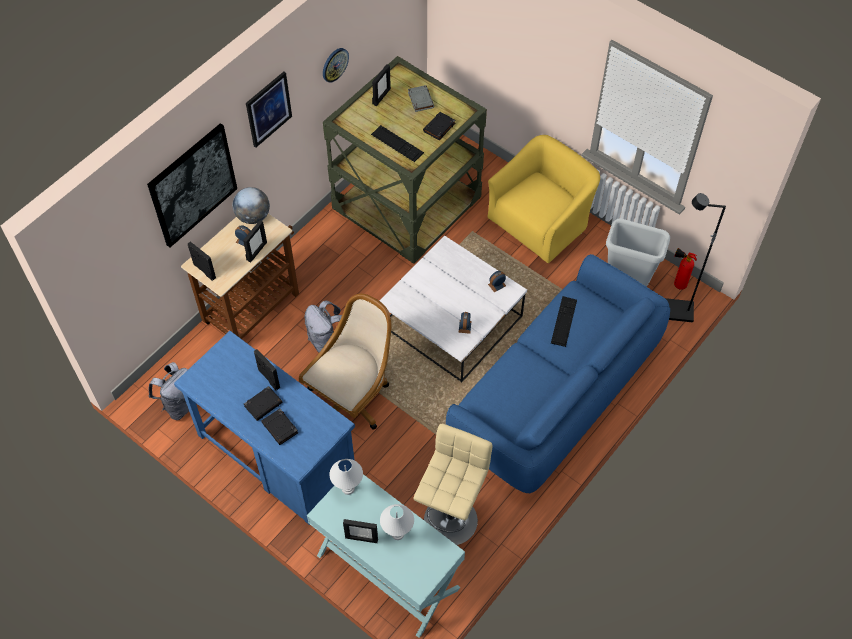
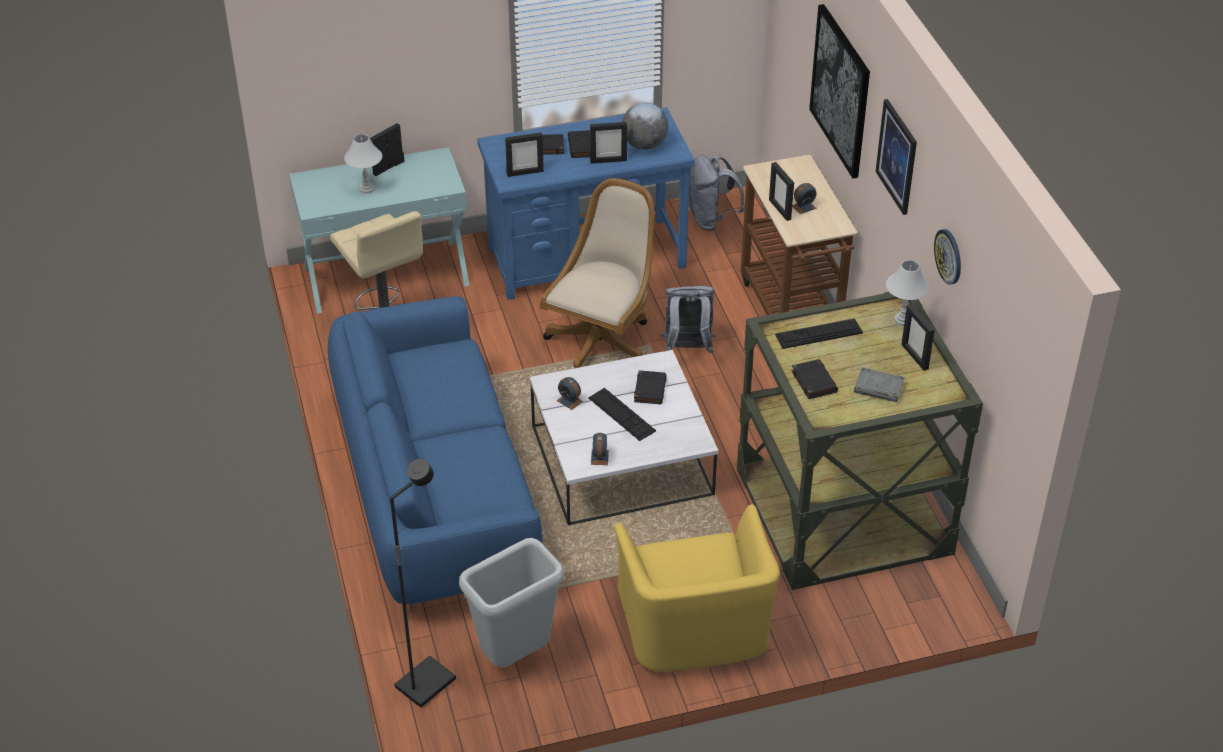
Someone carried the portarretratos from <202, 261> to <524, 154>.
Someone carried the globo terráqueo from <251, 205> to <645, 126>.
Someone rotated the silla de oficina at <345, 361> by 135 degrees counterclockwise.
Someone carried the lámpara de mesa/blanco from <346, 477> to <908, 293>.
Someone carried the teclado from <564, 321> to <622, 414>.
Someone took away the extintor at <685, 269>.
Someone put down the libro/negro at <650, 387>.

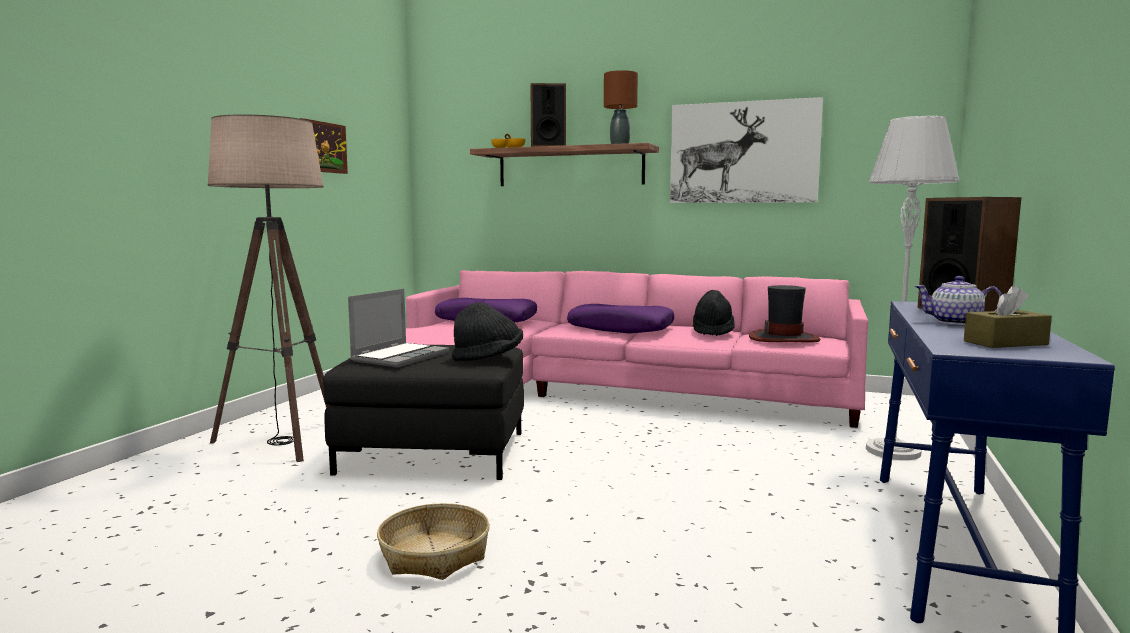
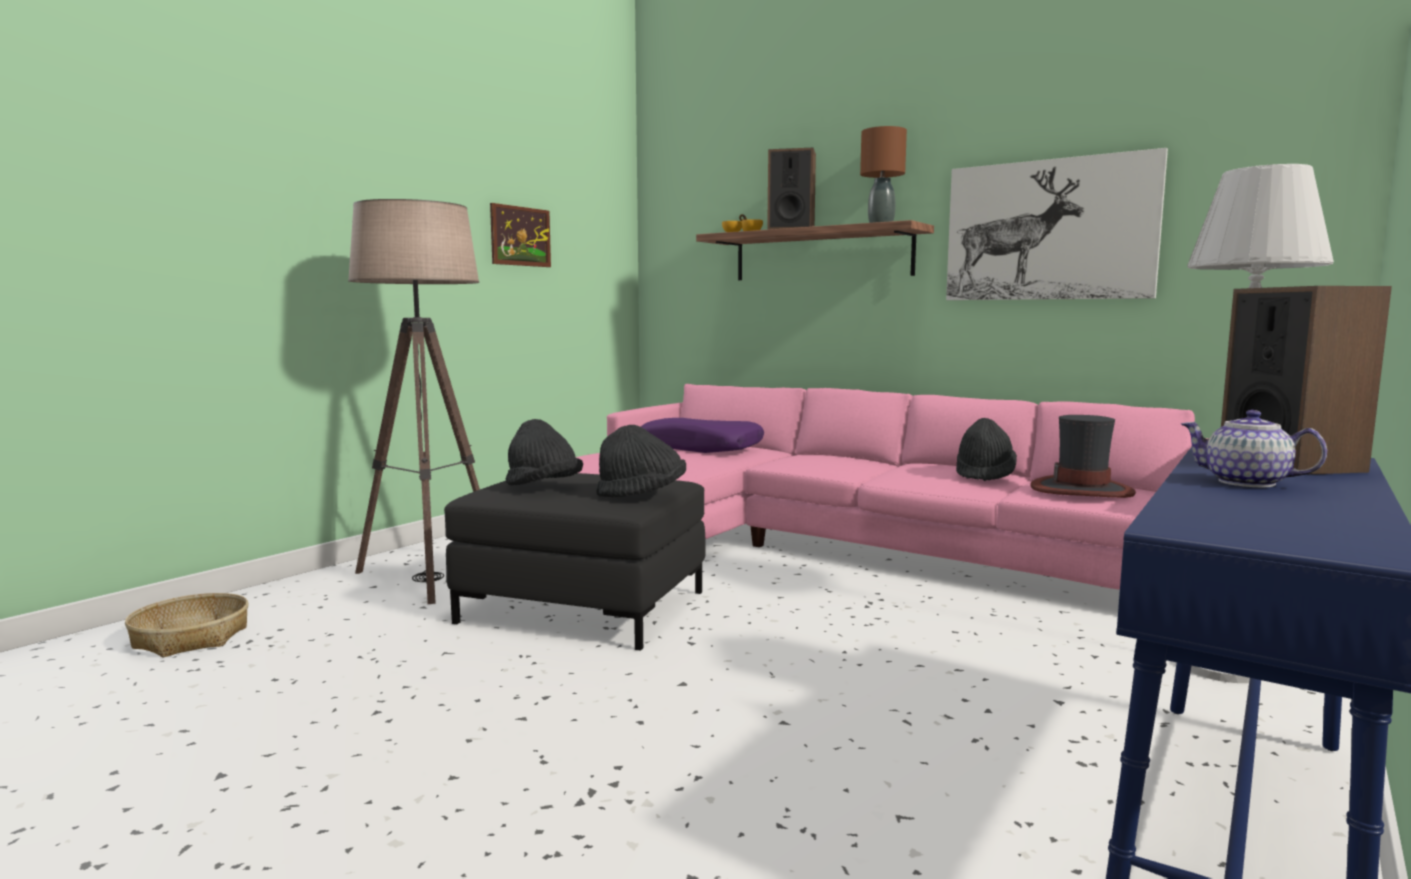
Someone swapped the portátil at <398, 328> for the sombrero/negro at <544, 452>.
Someone carried the cesta from <433, 541> to <186, 625>.
Someone took away the cojín/morado at <620, 319>.
Someone took away the caja de pañuelos/marrón at <1008, 316>.

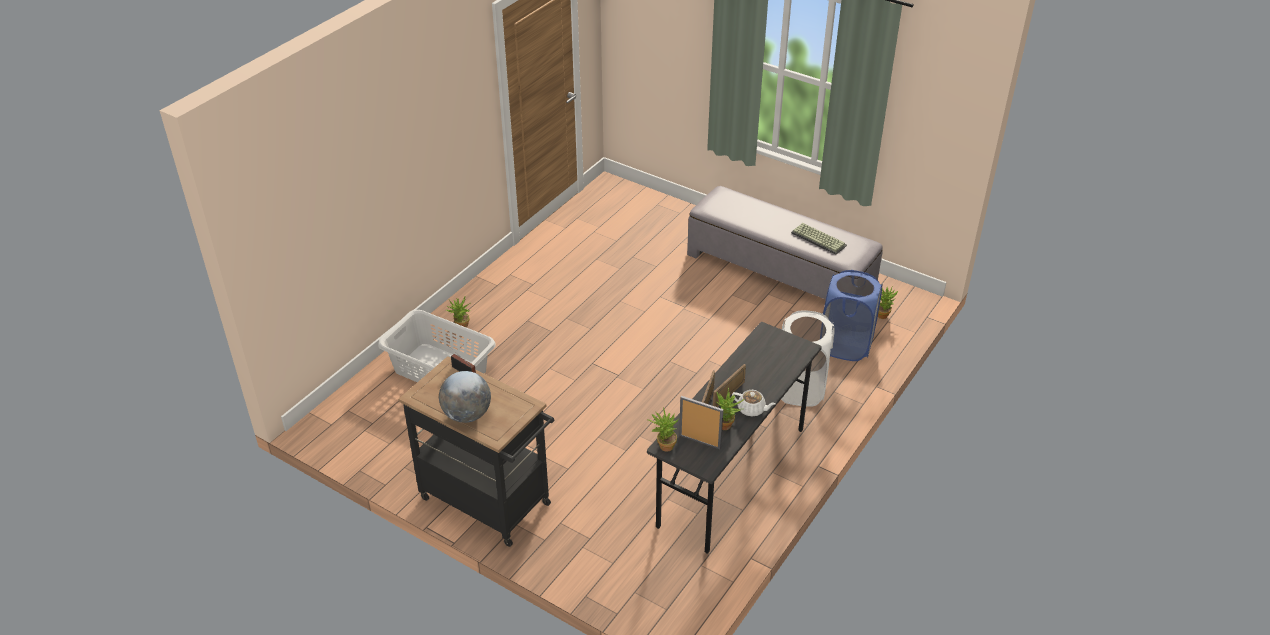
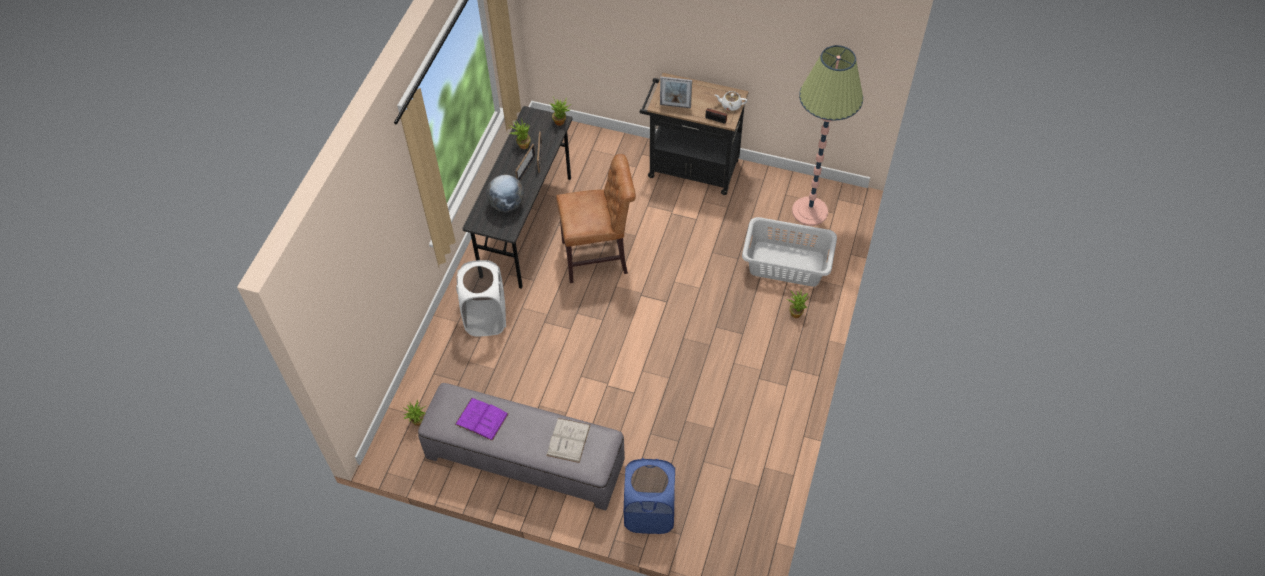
Someone carried the globo terráqueo from <465, 397> to <505, 193>.
Someone carried the portarretratos from <701, 422> to <676, 92>.
Someone carried the tetera/blanco from <754, 403> to <731, 101>.
Someone swapped the teclado at <819, 239> for the libro/morado at <481, 419>.
Someone carried the cesto de la ropa/azul from <852, 315> to <649, 496>.
Someone put down the libro/blanco at <568, 440>.
Someone put down the silla/marrón at <596, 218>.
Someone put down the lámpara de pie at <827, 135>.

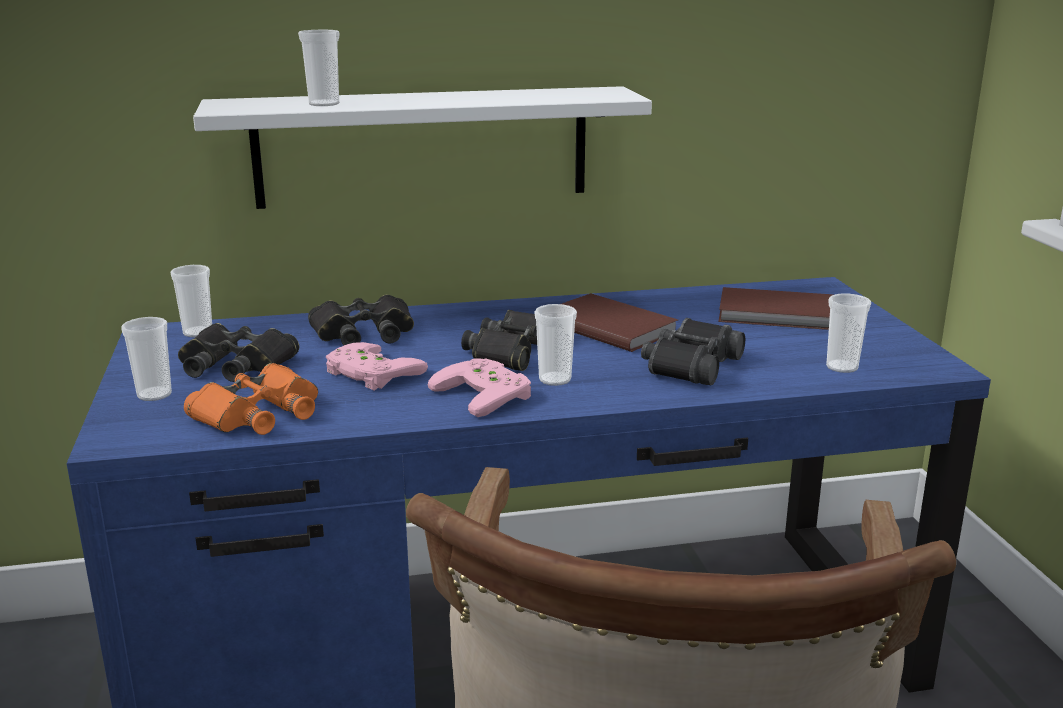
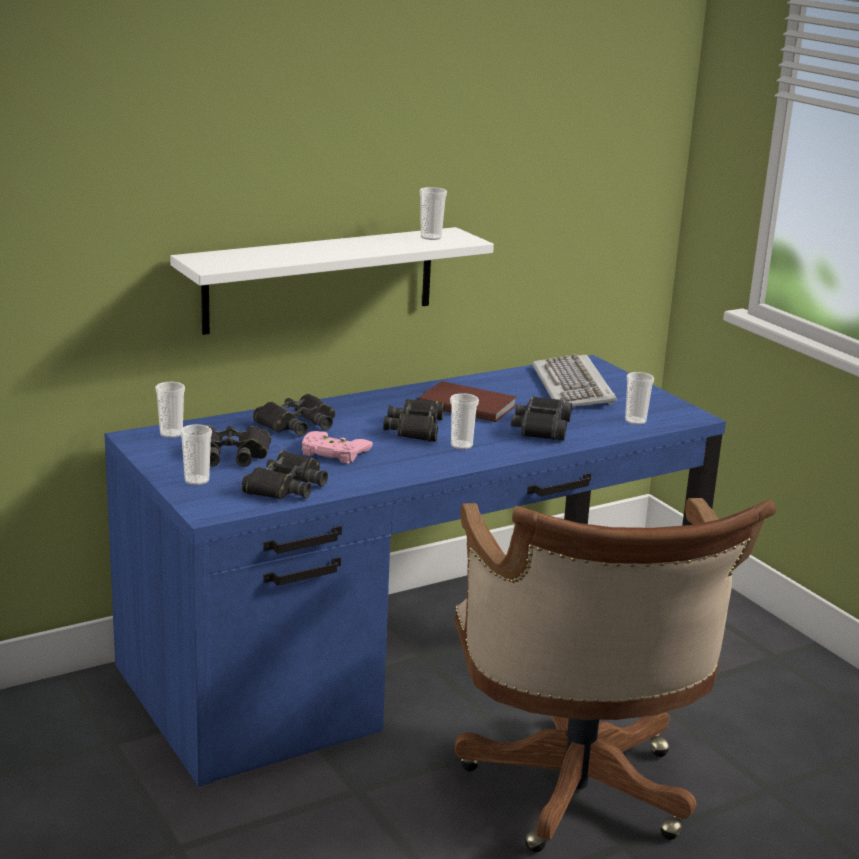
Someone repainted the prismáticos/naranja at <251, 399>, which became the prismáticos/negro at <284, 474>.
Someone carried the taza from <319, 68> to <433, 213>.
Someone took away the mando de consola/rosa at <479, 387>.
Someone swapped the libro/marrón at <776, 308> for the teclado at <574, 380>.

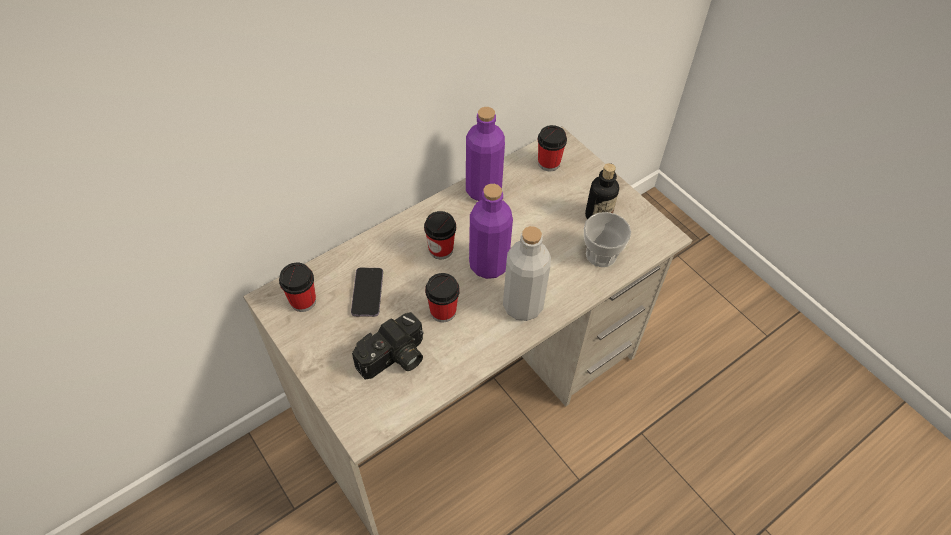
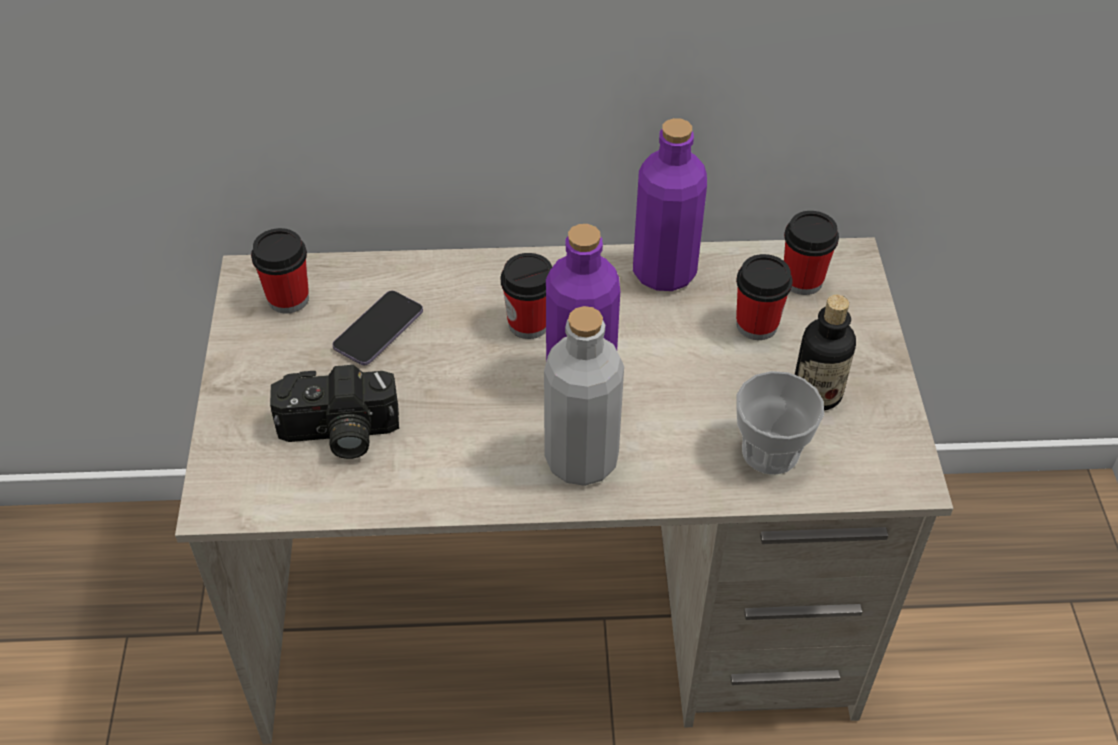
Someone carried the taza from <442, 297> to <764, 297>.

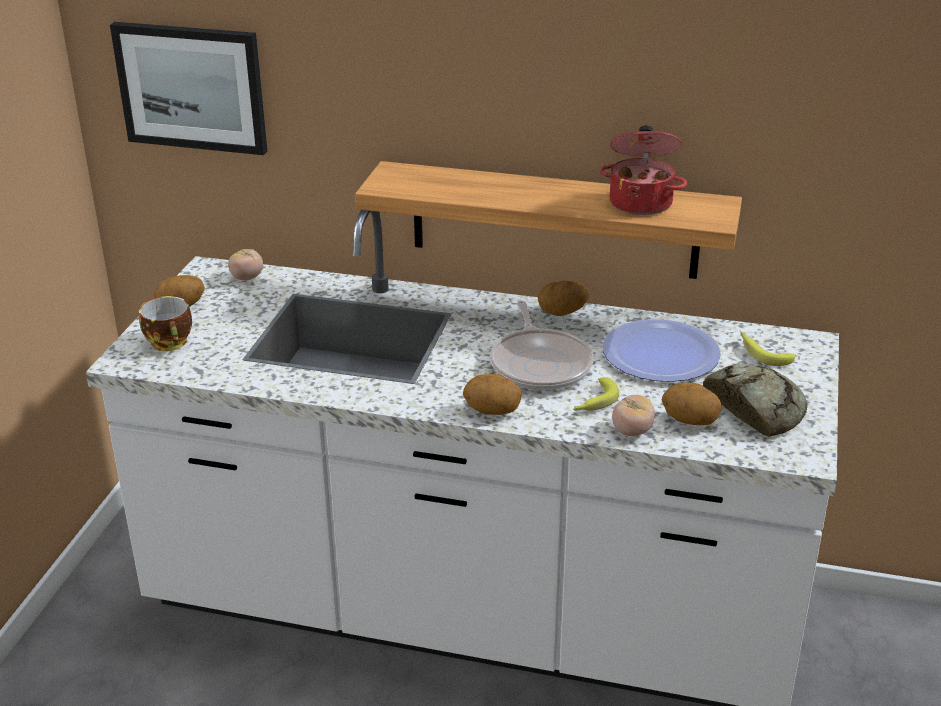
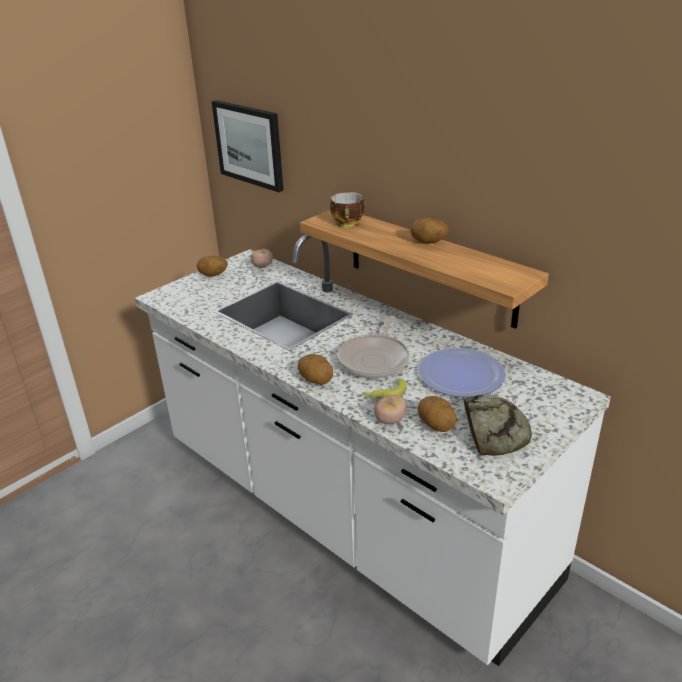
Someone carried the taza from <165, 323> to <347, 209>.
Someone carried the patata from <563, 298> to <429, 231>.
Someone took away the olla at <643, 170>.
Someone took away the plátano at <768, 349>.

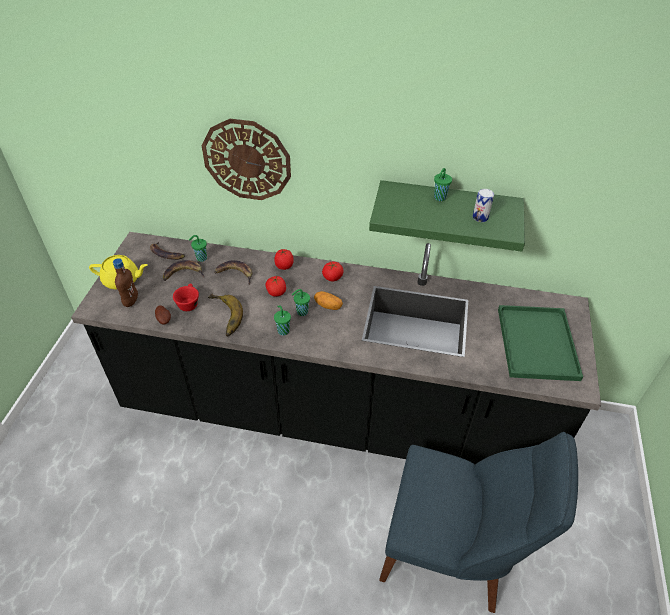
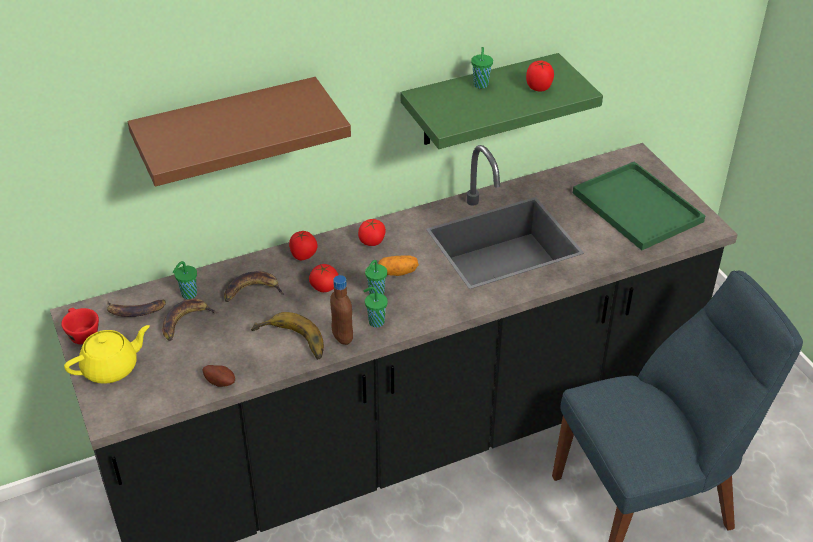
Someone carried the botella/marrón from <125, 282> to <341, 310>.
Someone carried the taza/rojo from <186, 297> to <80, 326>.
Someone swapped the reloj de pared at <246, 159> for the estante/marrón at <239, 131>.
Someone swapped the lata at <483, 205> for the tomate at <540, 76>.

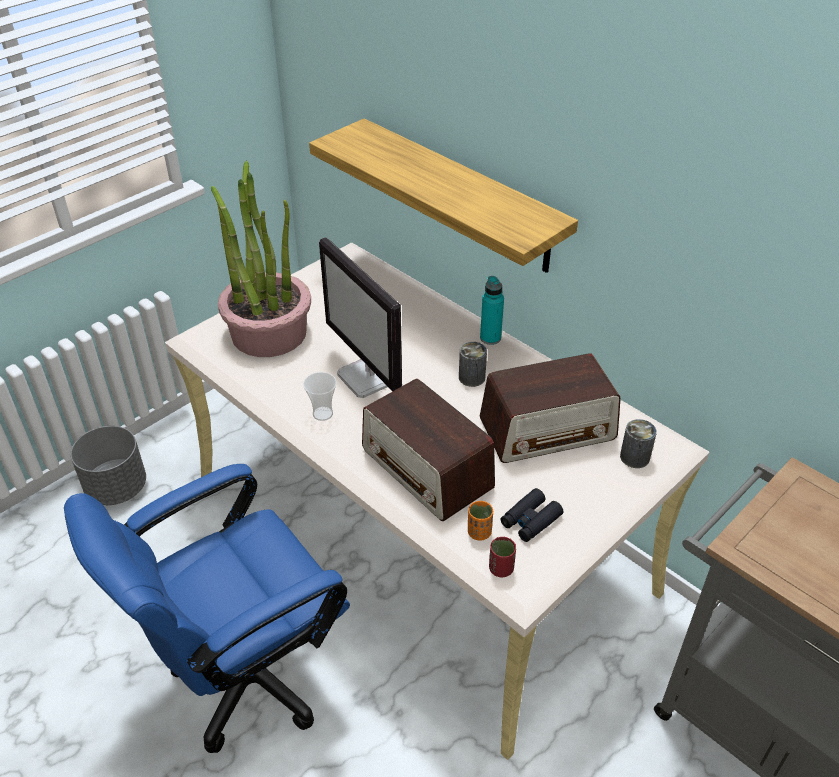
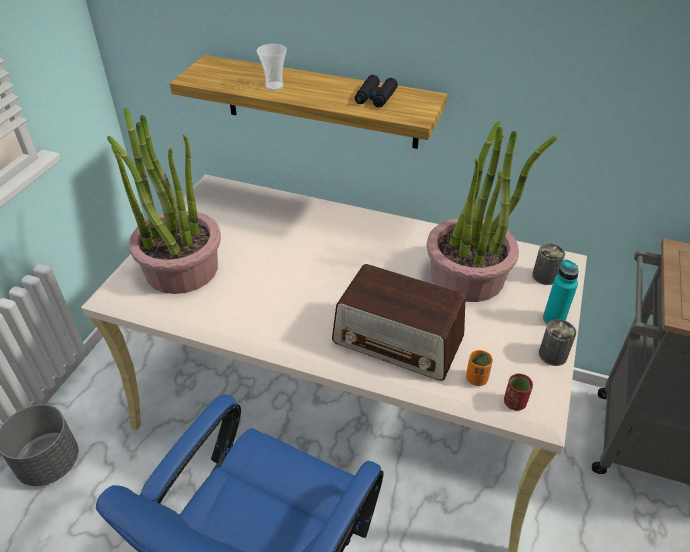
Someone carried the taza from <320, 396> to <271, 67>.
Someone took away the monitor at <360, 317>.
Someone carried the lata from <473, 364> to <557, 342>.
Someone carried the botella/turquesa from <492, 310> to <561, 291>.
Someone swapped the radio at <550, 408> for the planta en maceta at <492, 211>.
Someone carried the prismáticos/negro from <532, 515> to <376, 91>.

